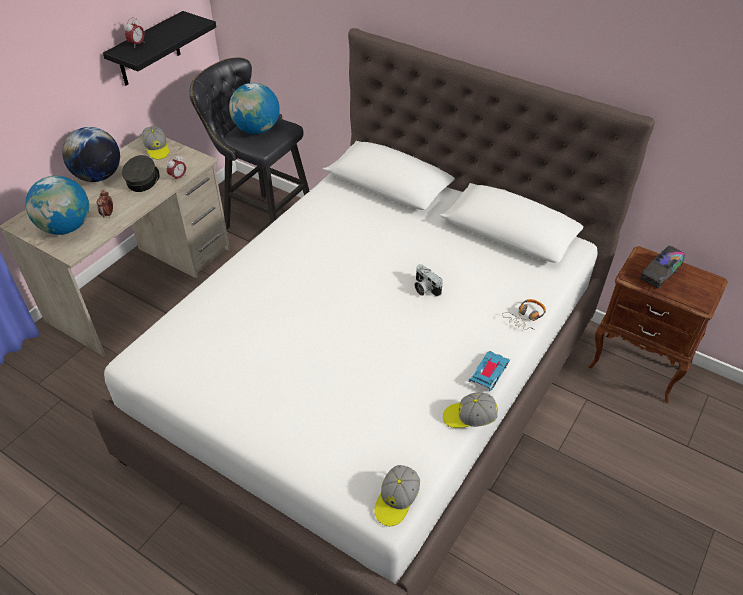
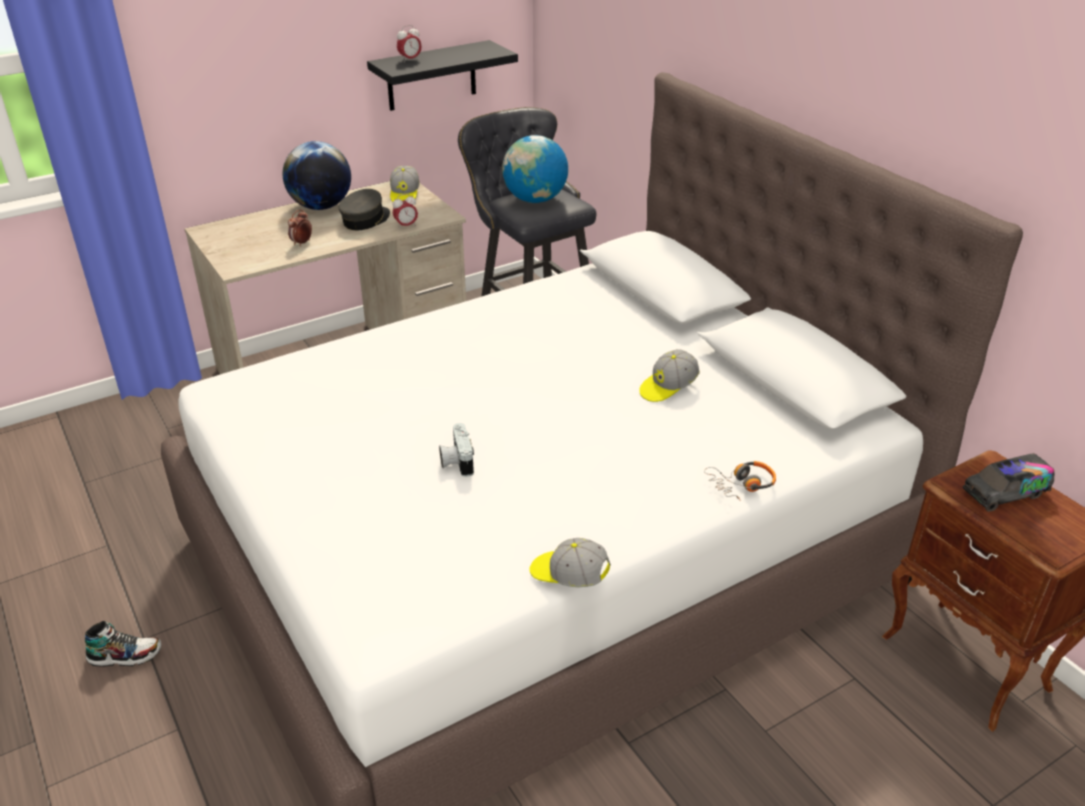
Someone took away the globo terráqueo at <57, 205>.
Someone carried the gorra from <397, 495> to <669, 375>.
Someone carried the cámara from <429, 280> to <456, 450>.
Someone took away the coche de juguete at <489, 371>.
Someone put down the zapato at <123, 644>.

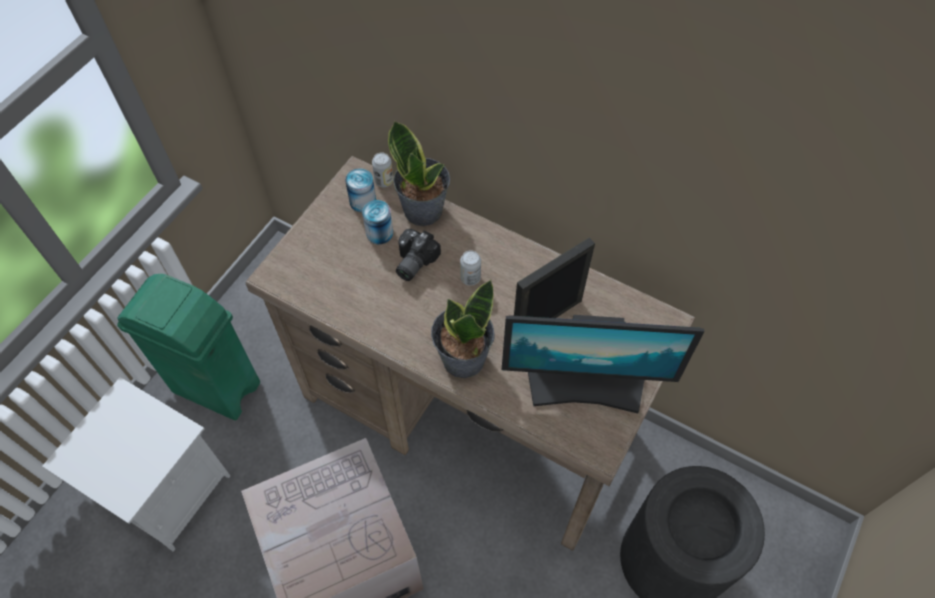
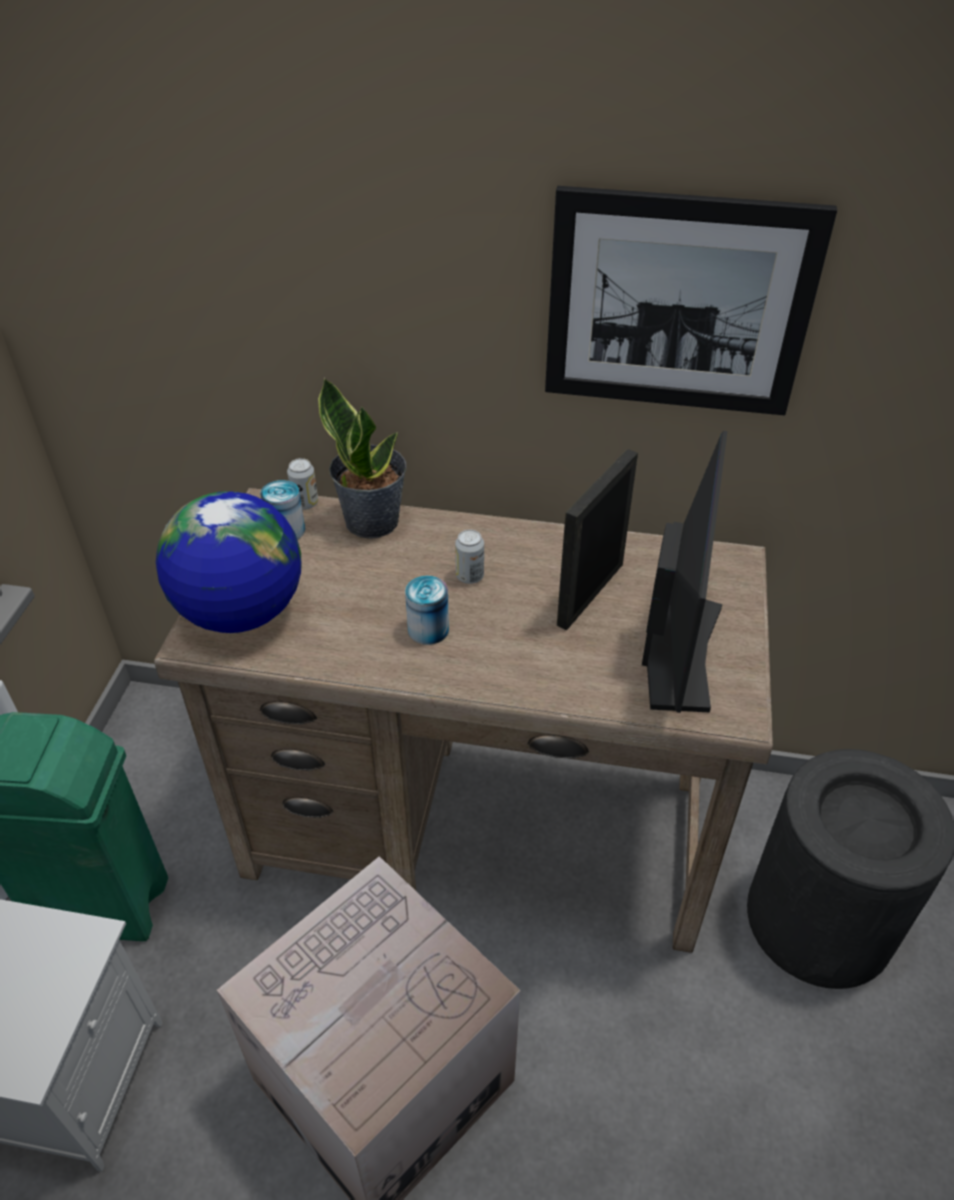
Someone carried the lata from <377, 222> to <427, 610>.
Someone took away the cámara at <418, 255>.
Someone took away the planta en maceta at <463, 329>.
Someone rotated the monitor at <603, 364> by 60 degrees counterclockwise.
Someone put down the globo terráqueo at <228, 562>.
Someone put up the cuadro at <691, 300>.

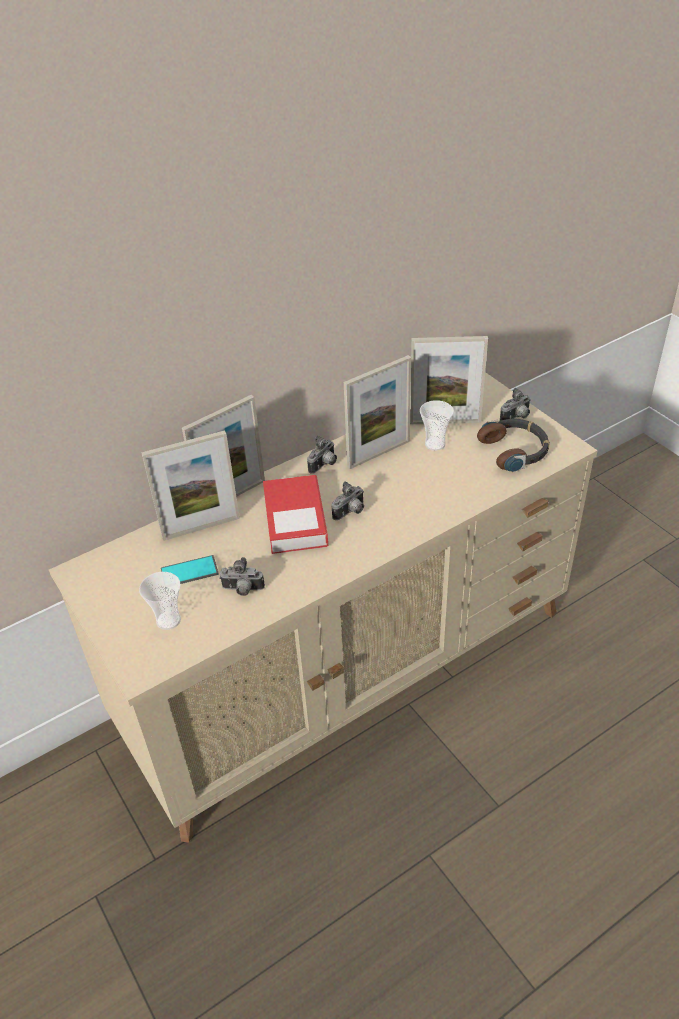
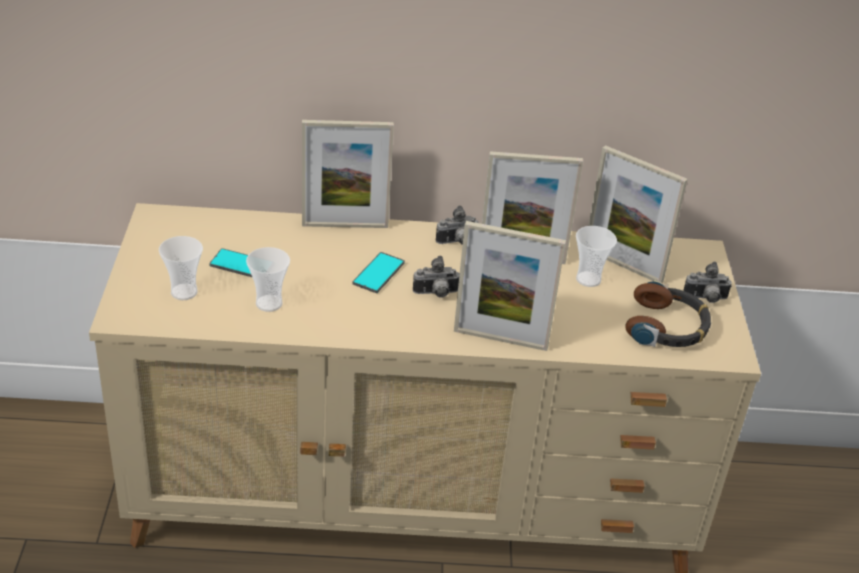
Someone carried the portarretratos from <190, 485> to <510, 286>.
Someone swapped the cámara at <242, 576> for the taza at <268, 279>.
Someone swapped the libro at <295, 514> for the móvil at <378, 272>.

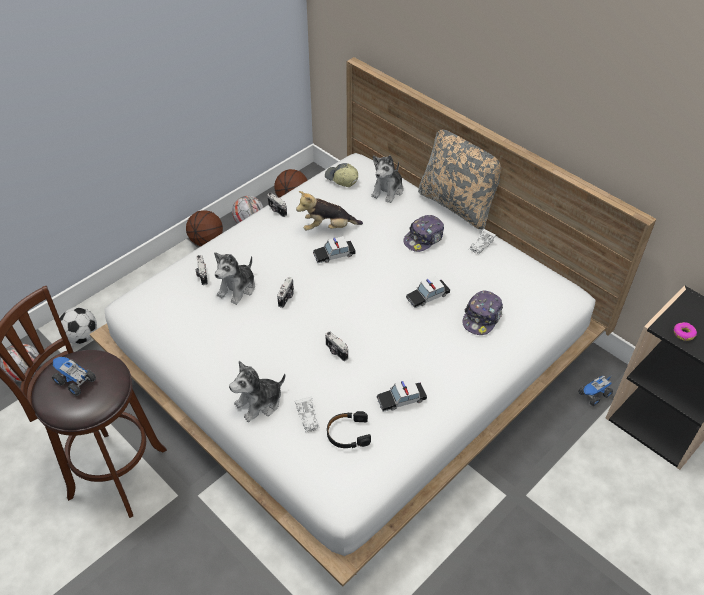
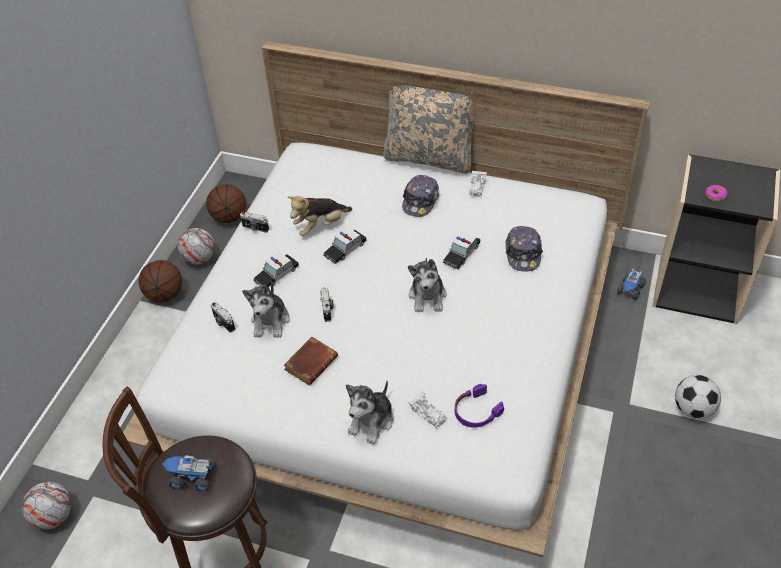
Someone carried the balón de fútbol from <78, 325> to <698, 397>.
Someone took away the gorra at <341, 175>.
Someone took away the cámara at <336, 346>.
Someone repainted the auriculares/negro at <349, 429>, which became the auriculares/morado at <479, 406>.
Someone carried the peluche from <387, 179> to <427, 285>.
Someone carried the coche de juguete from <402, 395> to <276, 270>.
Someone put down the libro/marrón at <311, 361>.

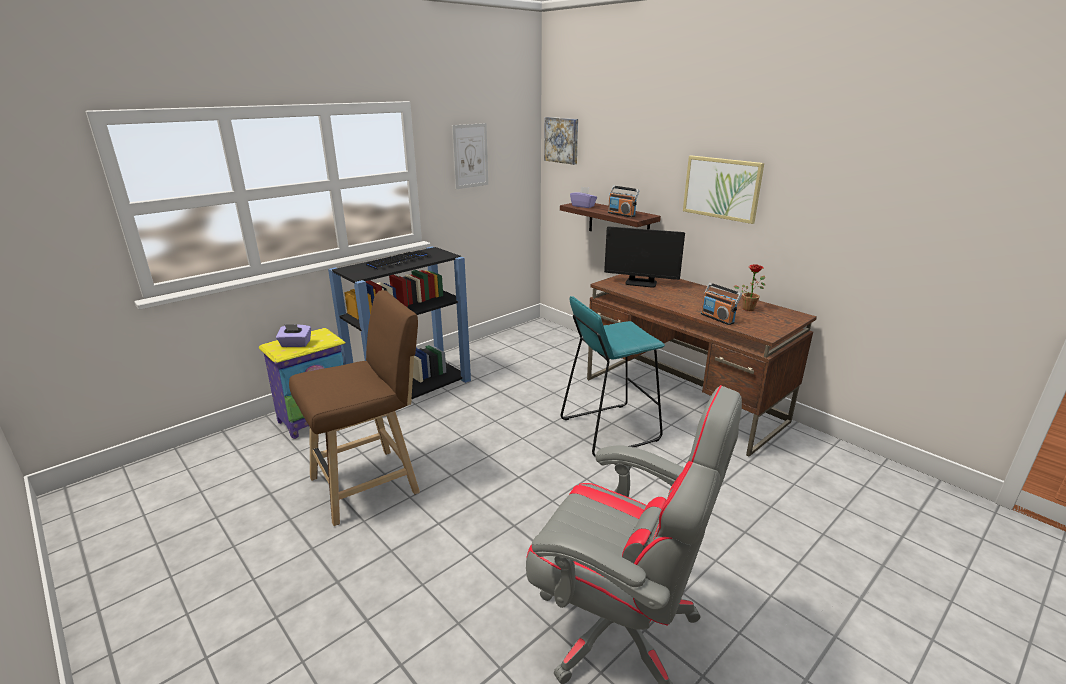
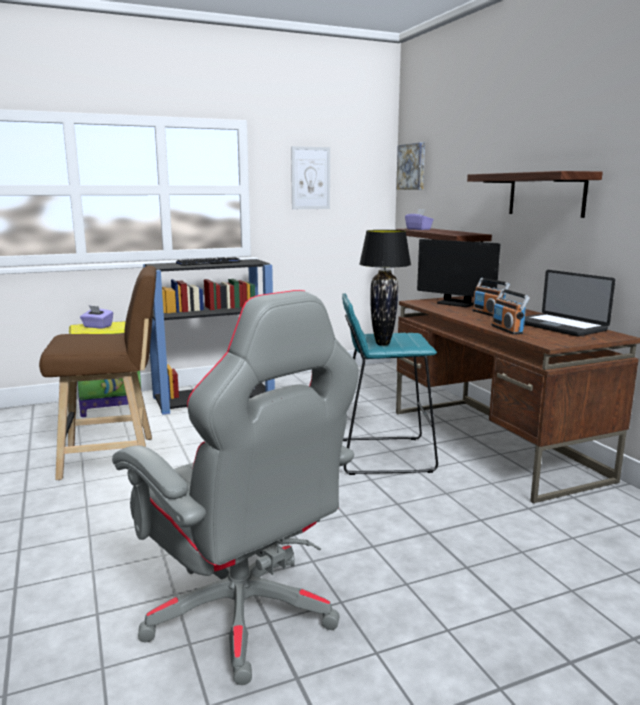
Someone carried the radio from <624, 201> to <491, 297>.
Someone swapped the cuadro at <723, 189> for the estante at <535, 194>.
Someone swapped the planta en maceta at <750, 287> for the portátil at <569, 303>.
Someone put down the lámpara de mesa/negro at <385, 287>.

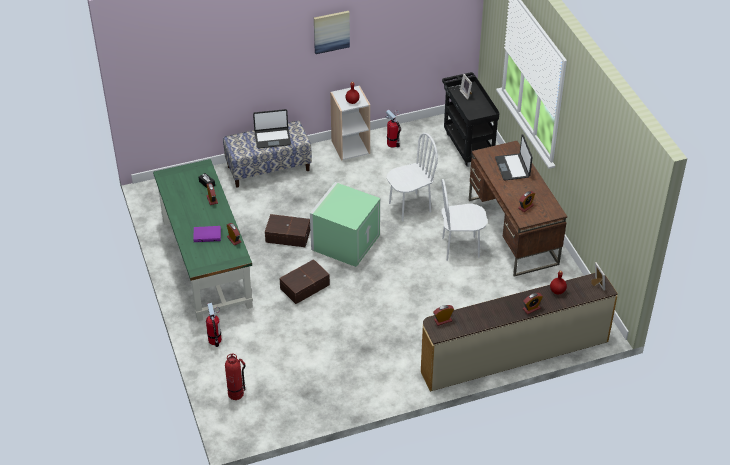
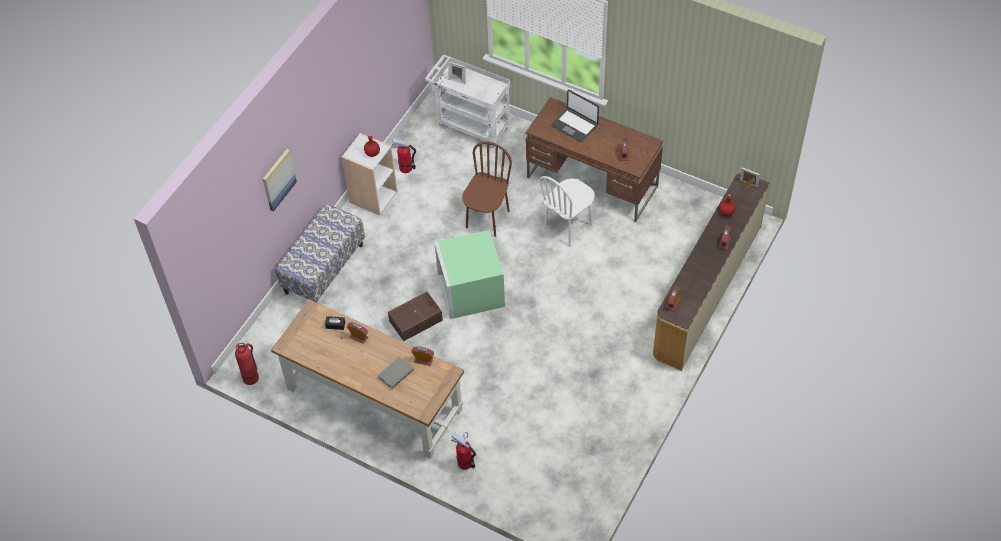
Someone repainted the escritorio/verde at <203, 240>, which became the escritorio/marrón at <367, 378>.
Someone repainted the libro/morado at <207, 234>, which became the libro/gris at <396, 373>.
Someone carried the extintor from <235, 377> to <247, 364>.
Someone took away the portátil at <272, 128>.
Someone took away the caja de almacenaje/marrón at <304, 281>.
Someone carried the cuadro from <332, 32> to <280, 180>.
Someone repainted the silla/blanco at <412, 177>, which became the silla/marrón at <487, 189>.
Someone repainted the carrito/negro at <470, 119>, which became the carrito/blanco at <467, 101>.

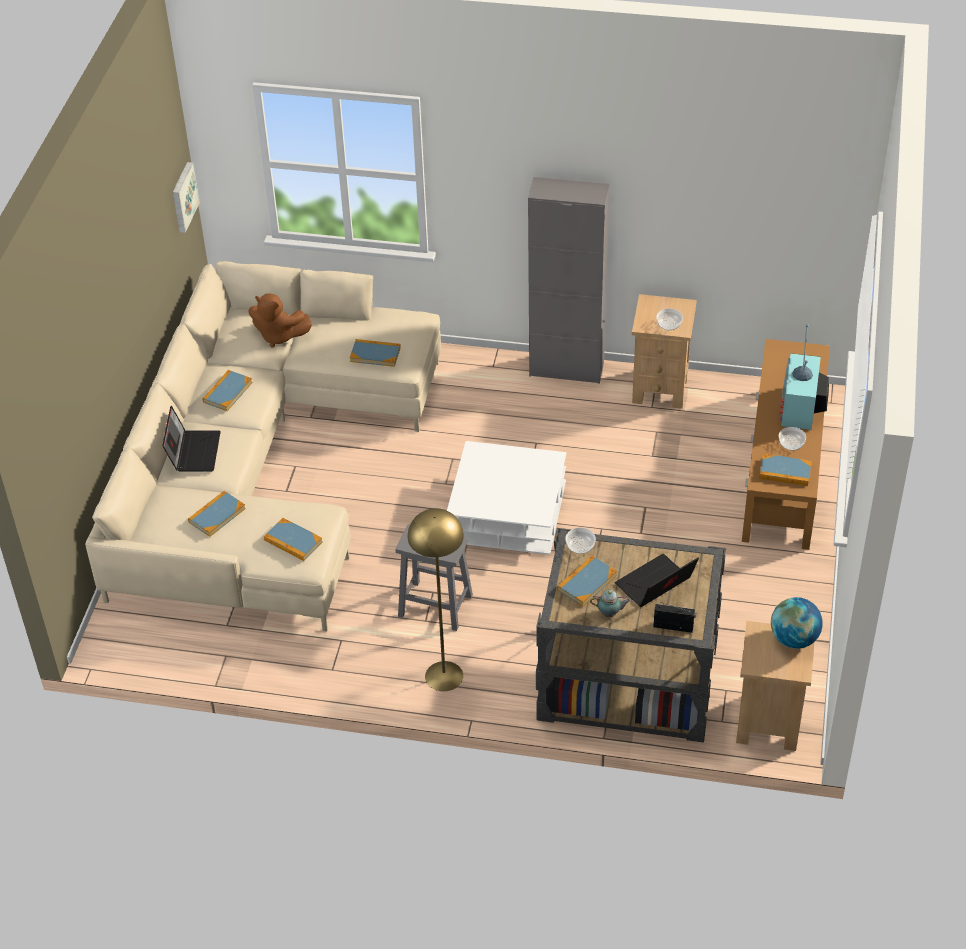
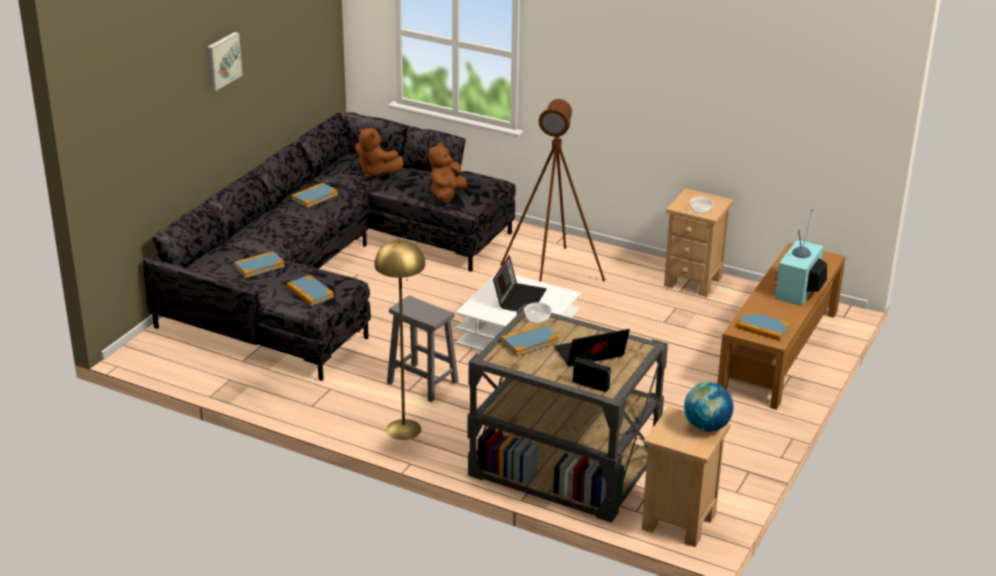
Someone repainted the sofá/beis at <263, 446>, which became the sofá/negro at <329, 246>.
Someone carried the portátil from <191, 439> to <519, 283>.
Someone carried the cuadro from <186, 197> to <225, 61>.
Someone swapped the libro at <375, 353> for the peluche/marrón at <448, 172>.
Someone took away the armario/gris at <569, 280>.
Someone took away the tetera at <610, 603>.
Someone took away the cuenco at <792, 438>.
Someone put down the lámpara de pie/marrón at <552, 190>.

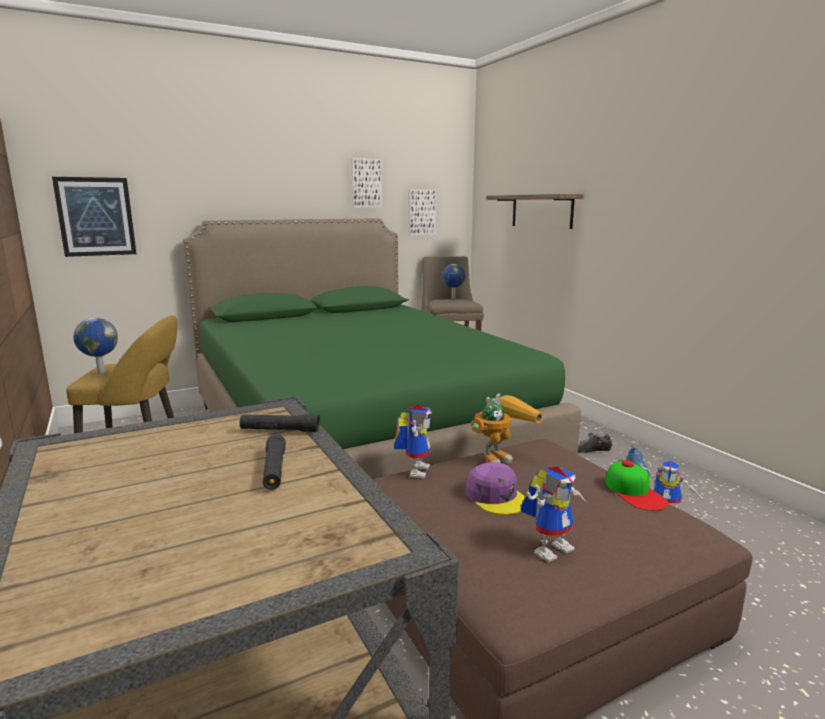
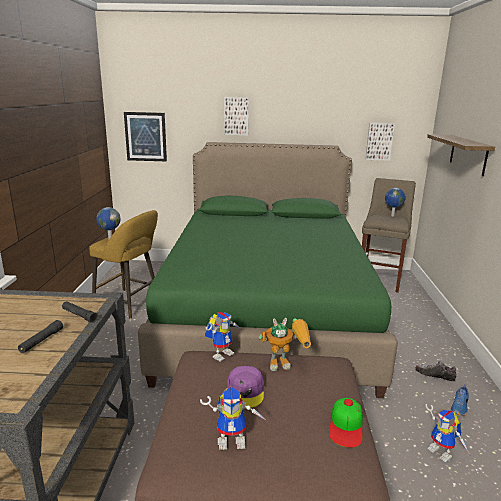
Someone carried the cuadro from <366, 183> to <236, 116>.

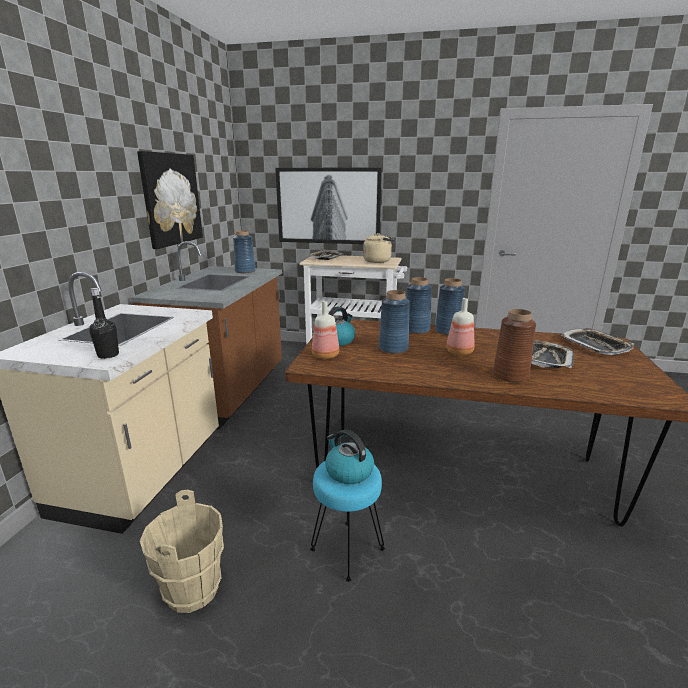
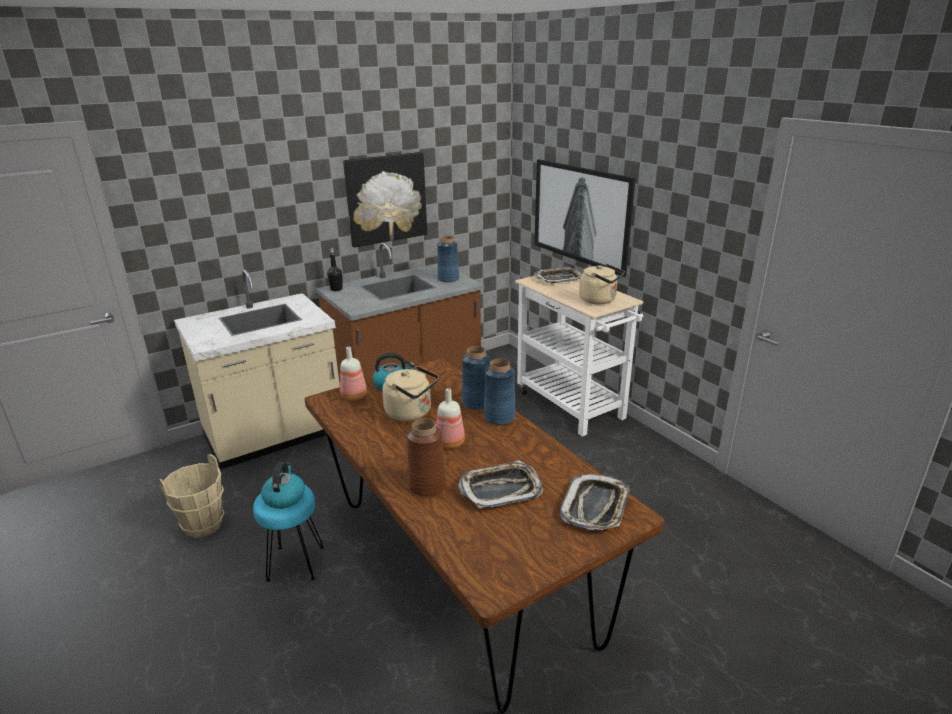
Someone carried the botella/negro from <104, 323> to <334, 269>.
Someone swapped the florero/azul at <394, 322> for the hervidor/beis at <410, 393>.

